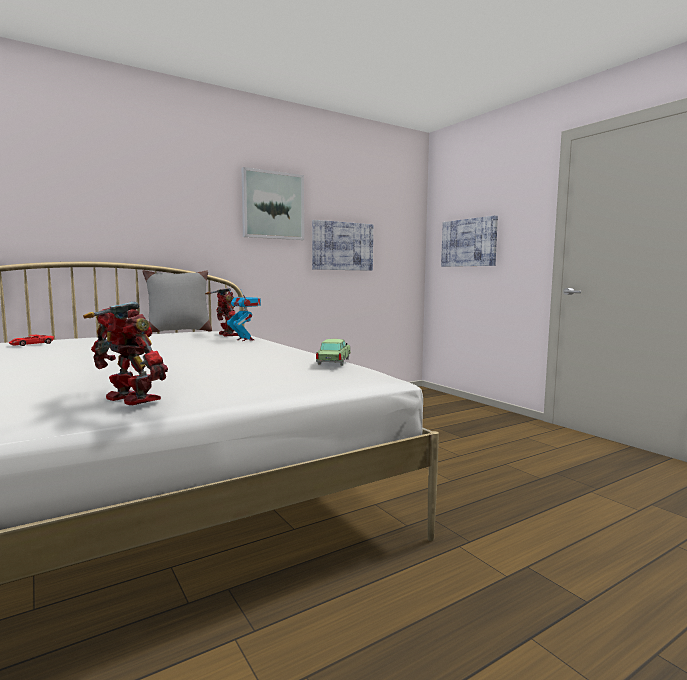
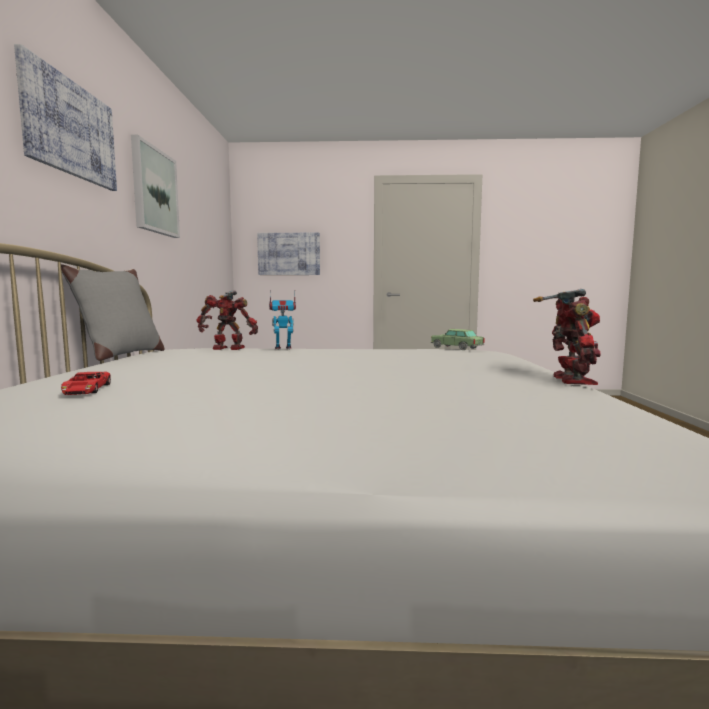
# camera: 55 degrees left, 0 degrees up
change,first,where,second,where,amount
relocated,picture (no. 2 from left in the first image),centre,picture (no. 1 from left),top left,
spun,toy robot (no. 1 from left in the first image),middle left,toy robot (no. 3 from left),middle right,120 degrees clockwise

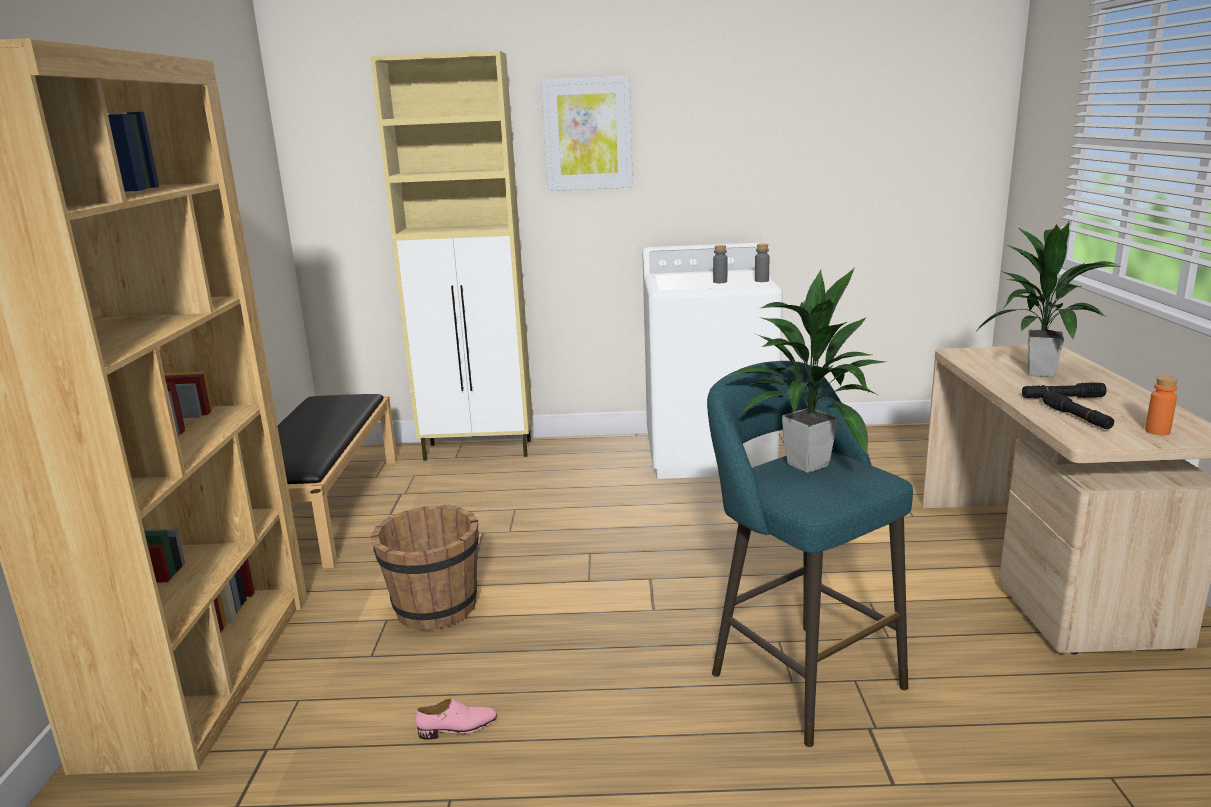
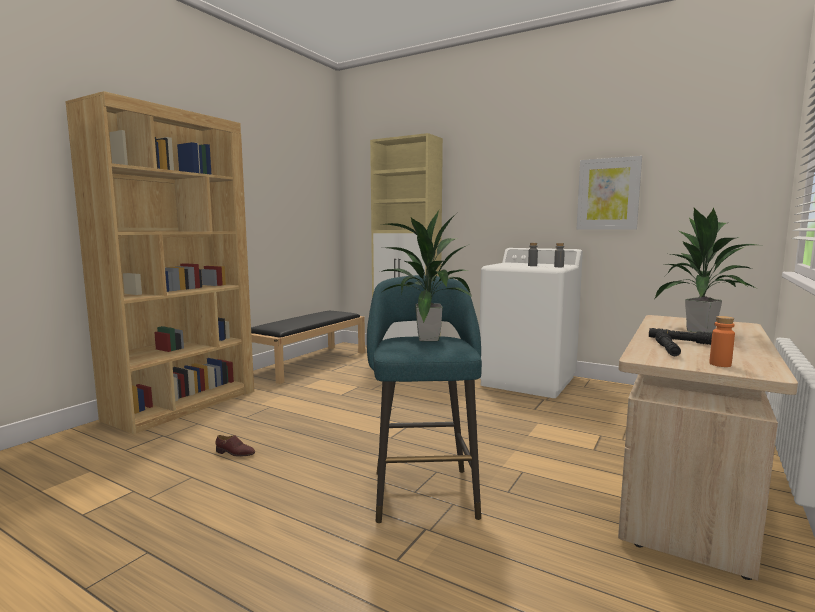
# camera: 30 degrees right, 10 degrees down
change,first,where,second,where,amount
relocated,picture,top centre,,top right,
missing,water bucket (brown),bottom centre,,,
colour,shoe (pinkish),bottom centre,shoe (brown),bottom left,

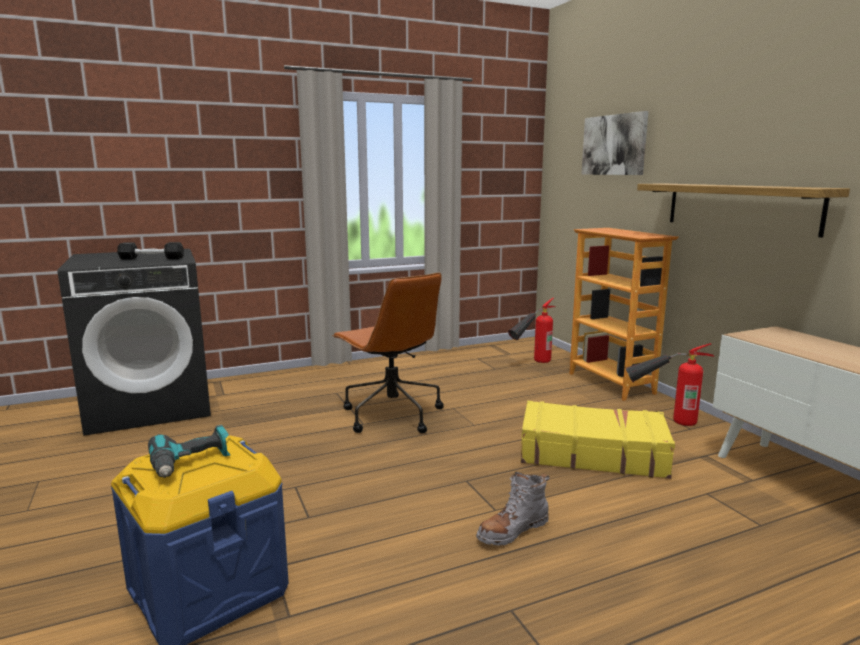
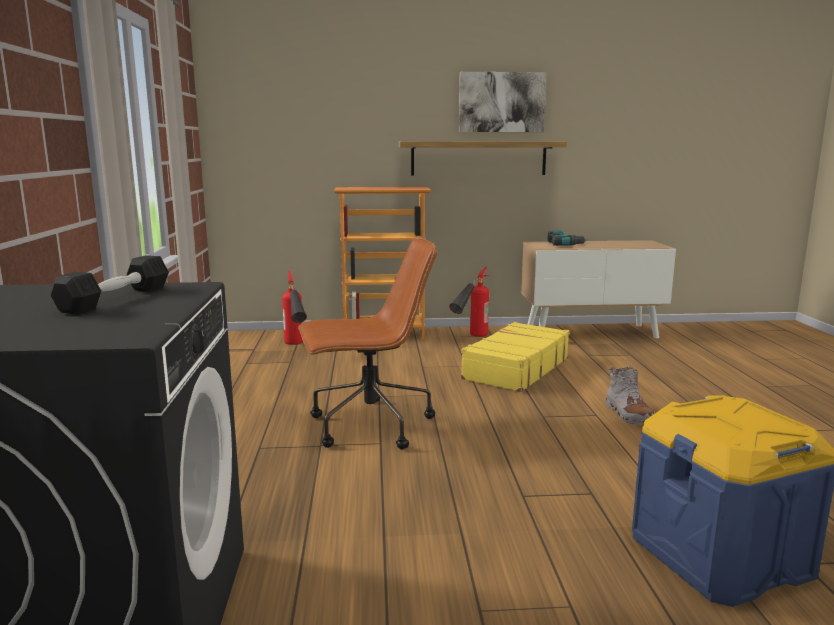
# camera: 70 degrees left, 0 degrees up
change,first,where,second,where,amount
relocated,picture,top right,,top centre,
relocated,drill,bottom left,,middle right,

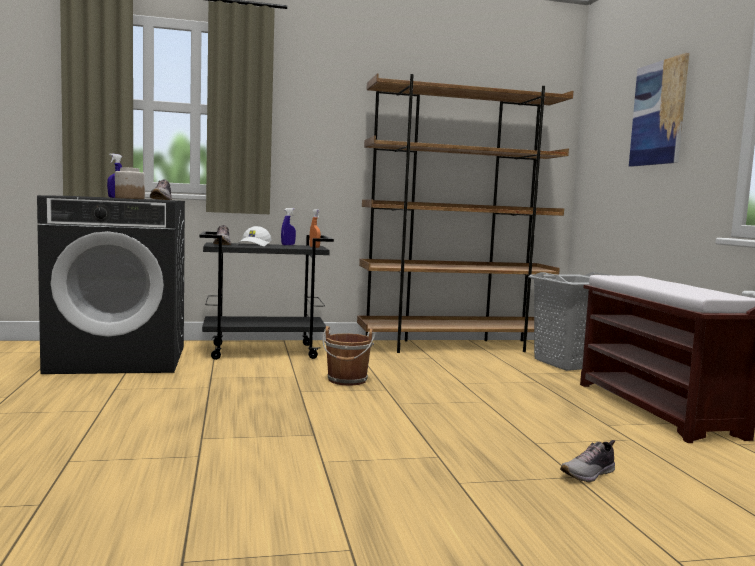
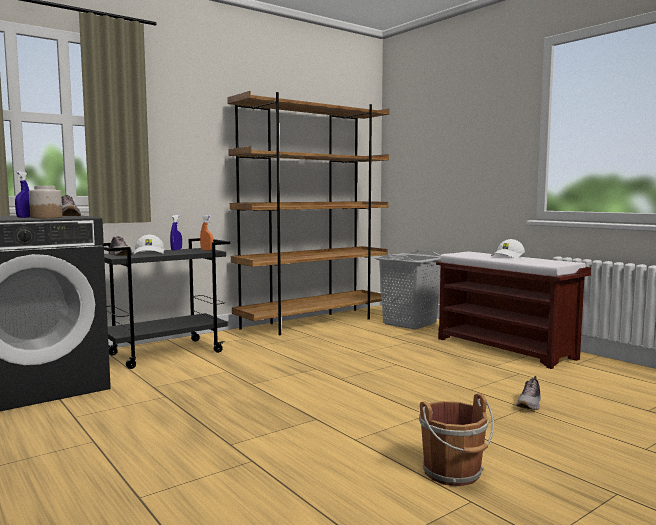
# camera: 25 degrees left, 0 degrees up
change,first,where,second,where,amount
missing,picture,top right,,,
relocated,water bucket (brown),centre,,bottom right,
appeared,,,cap (whitish) (no. 2 from left),middle right,

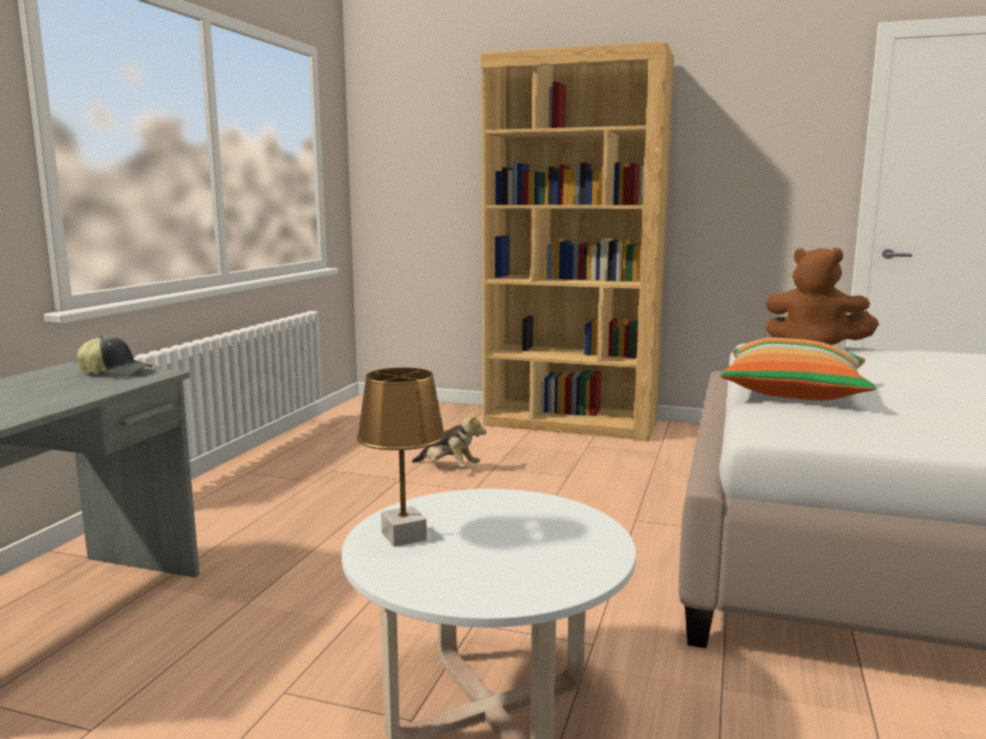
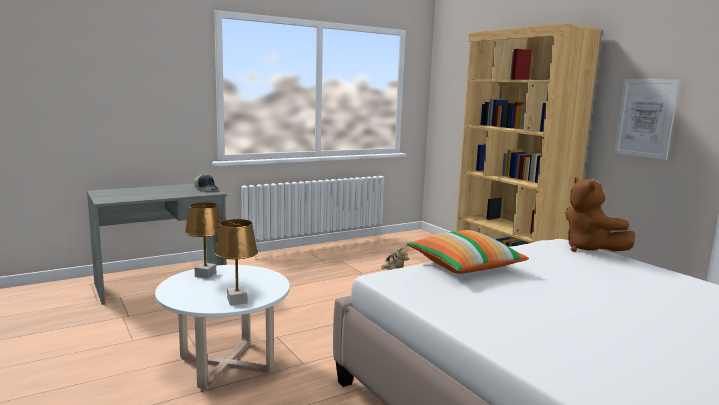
# camera: 40 degrees right, 0 degrees up
change,first,where,second,where,amount
appeared,,,picture,top right,
appeared,,,lamp for a table (brown) (no. 2 from left),middle left,

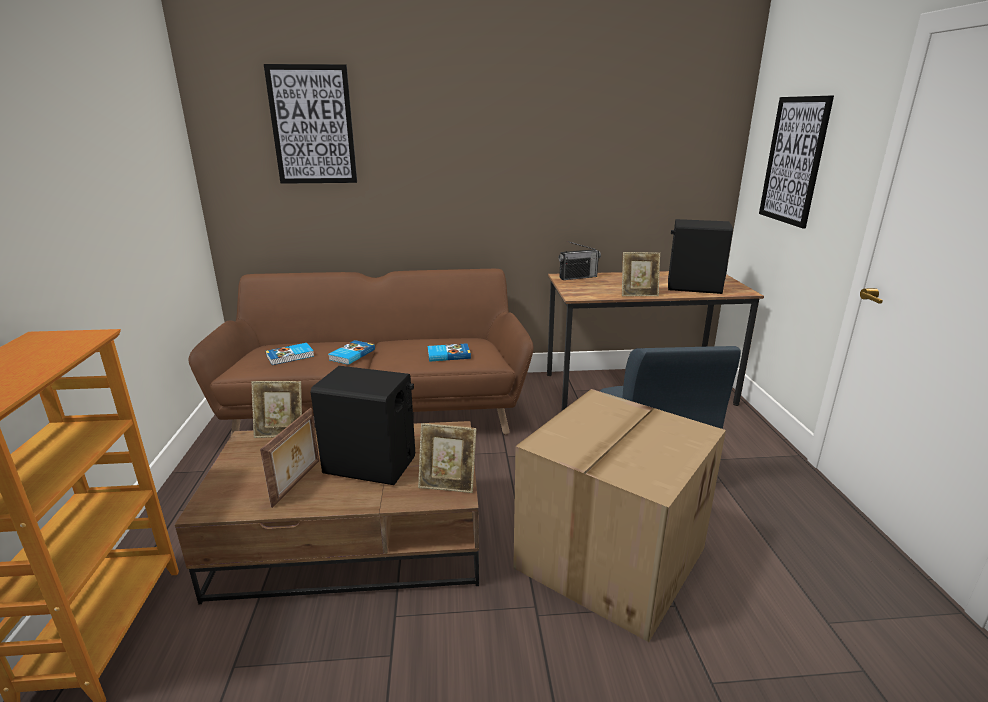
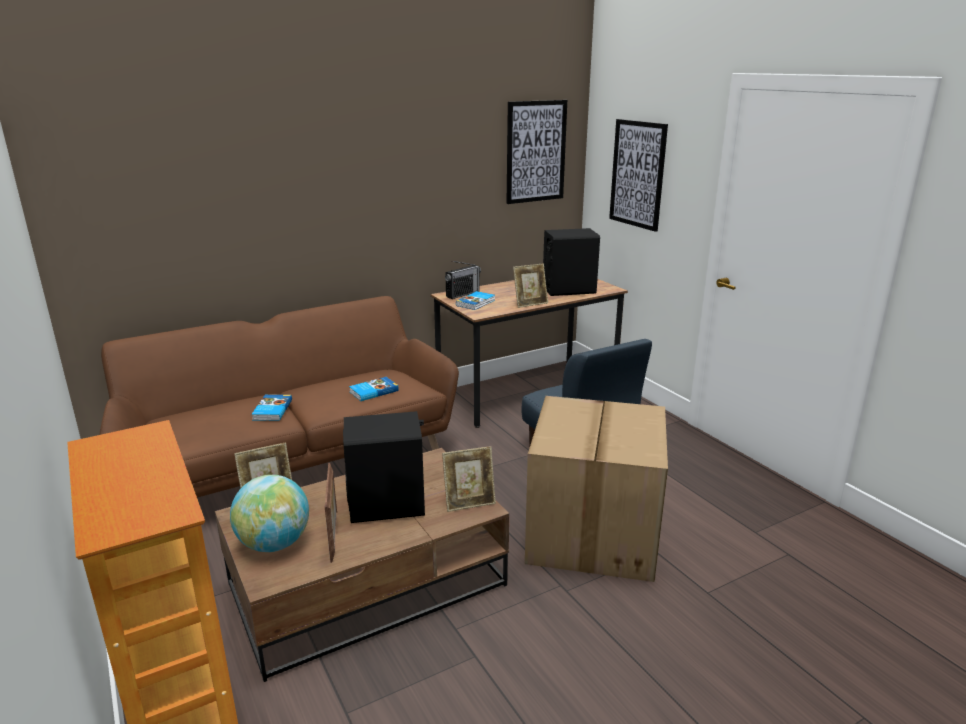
# camera: 25 degrees left, 0 degrees up
change,first,where,second,where,amount
relocated,picture (no. 1 from left),top left,,top centre,
relocated,volume (no. 1 from left in the first image),middle left,volume (no. 3 from left),centre,
appeared,,,world globe,bottom left,

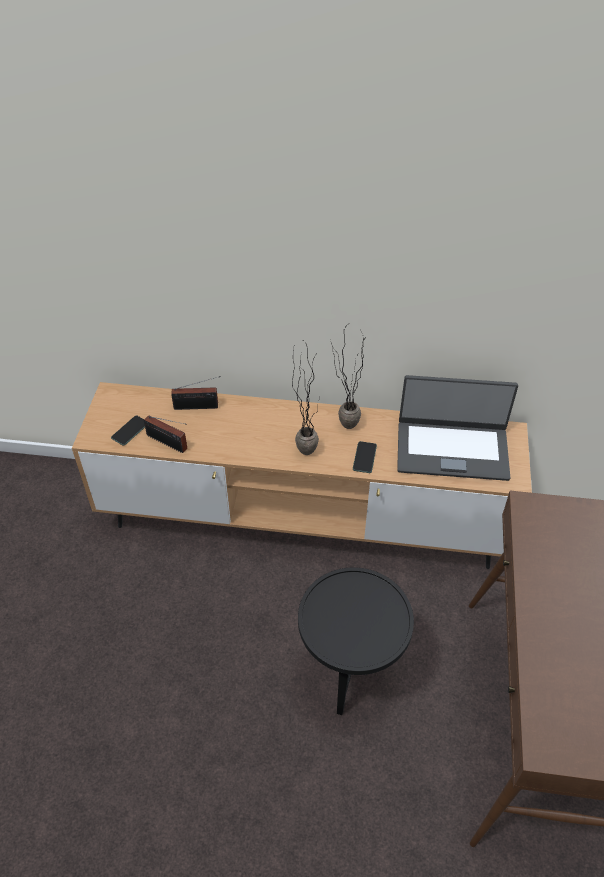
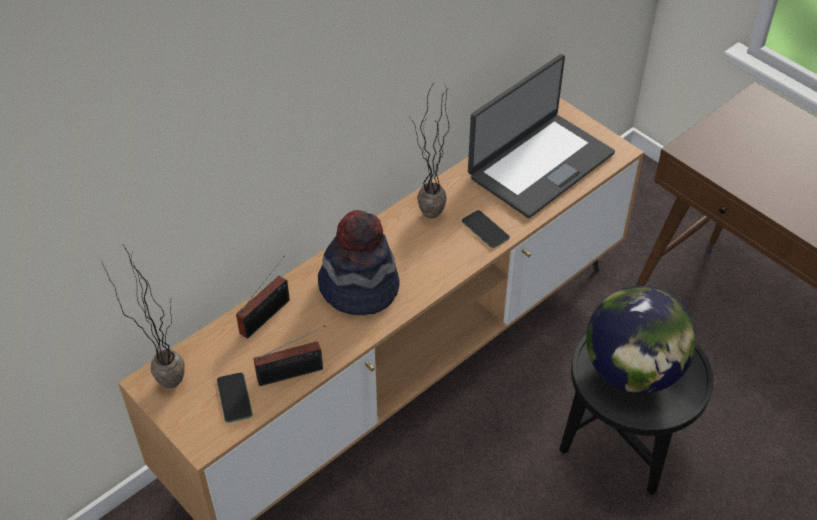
# camera: 50 degrees left, 0 degrees up
change,first,where,second,where,amount
relocated,plant in a pot (no. 1 from left),centre,,middle left,
appeared,,,hat,centre,
appeared,,,world globe,middle right,

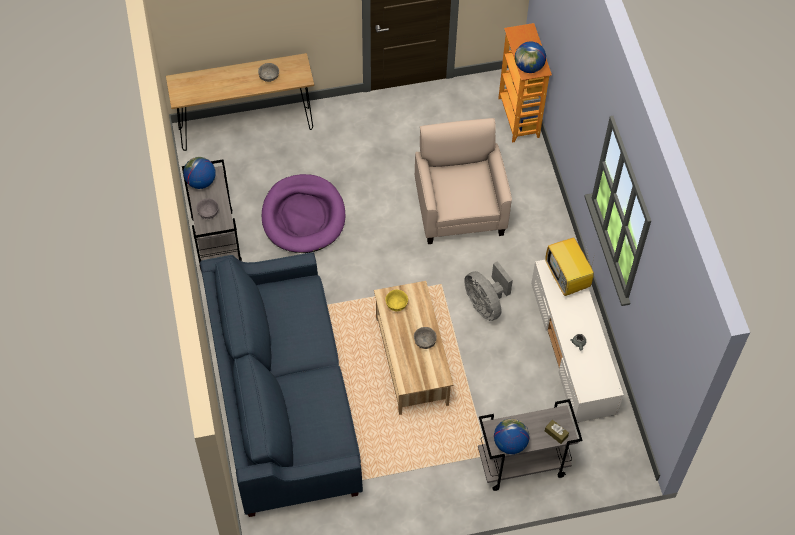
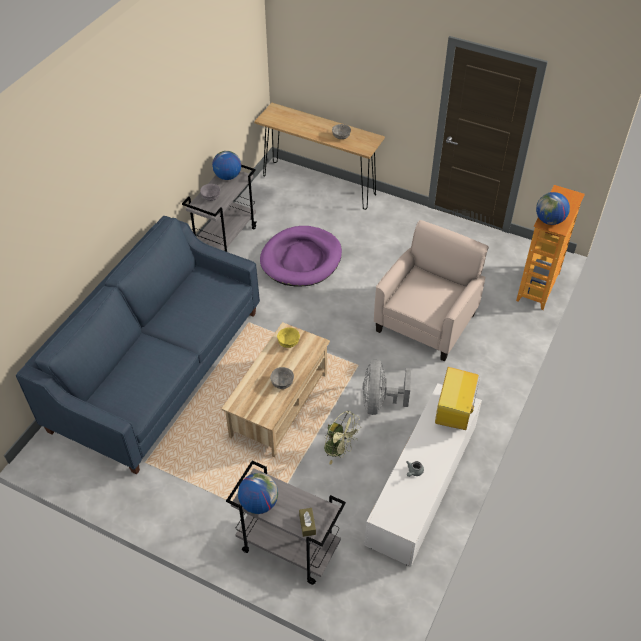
# camera: 40 degrees right, 10 degrees down
change,first,where,second,where,amount
appeared,,,cooling fan (greenish),bottom centre,

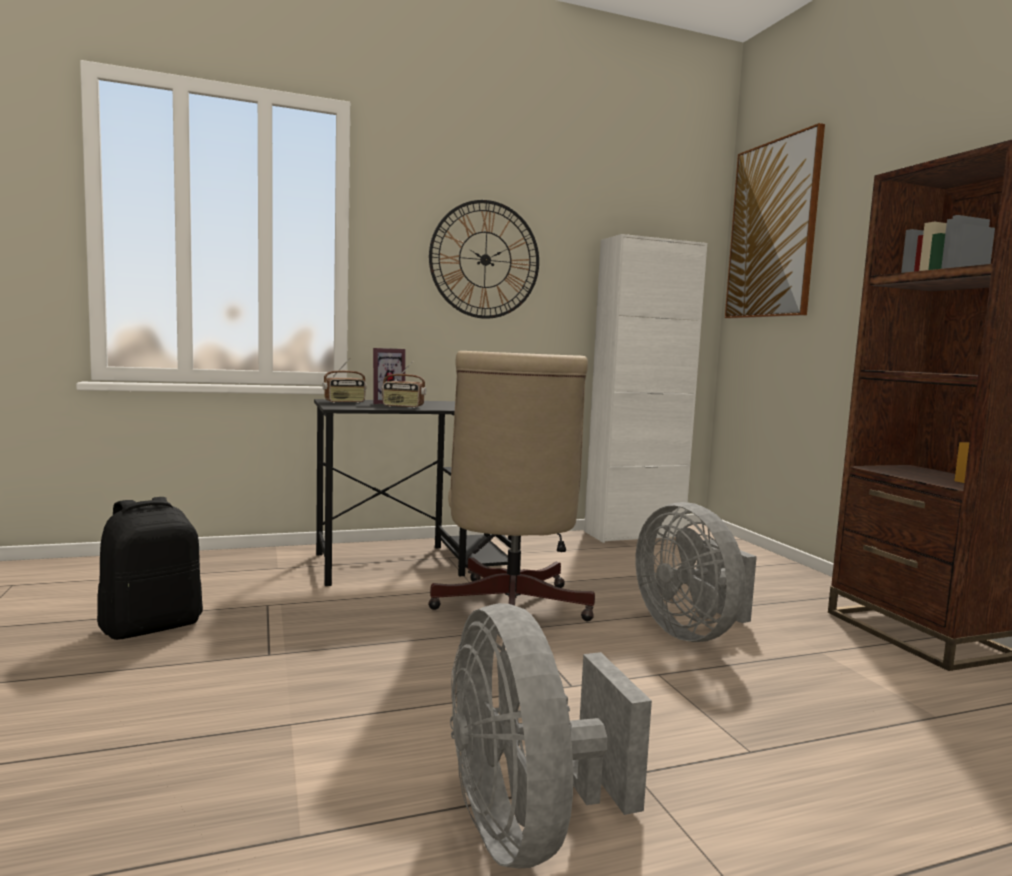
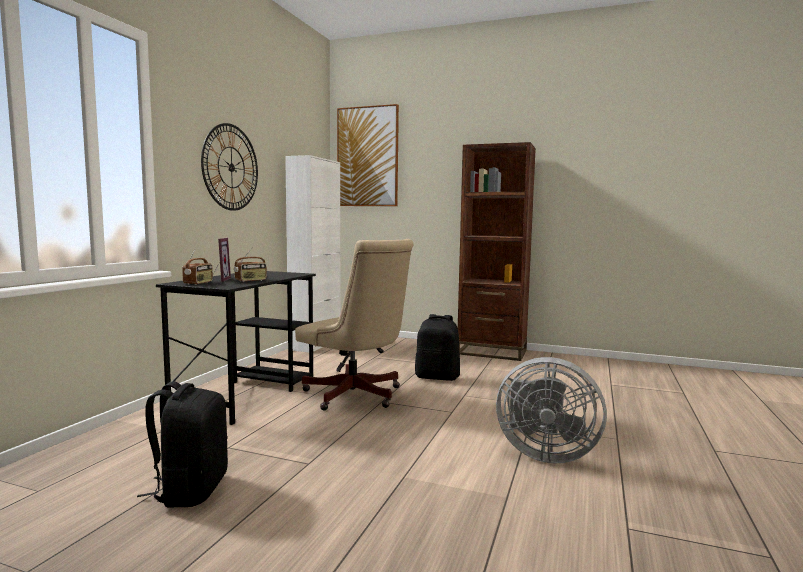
# camera: 50 degrees left, 0 degrees up
change,first,where,second,where,amount
exchanged,cooling fan (gray) (no. 2 from left),middle right,backpack (blackish) (no. 2 from left),centre,

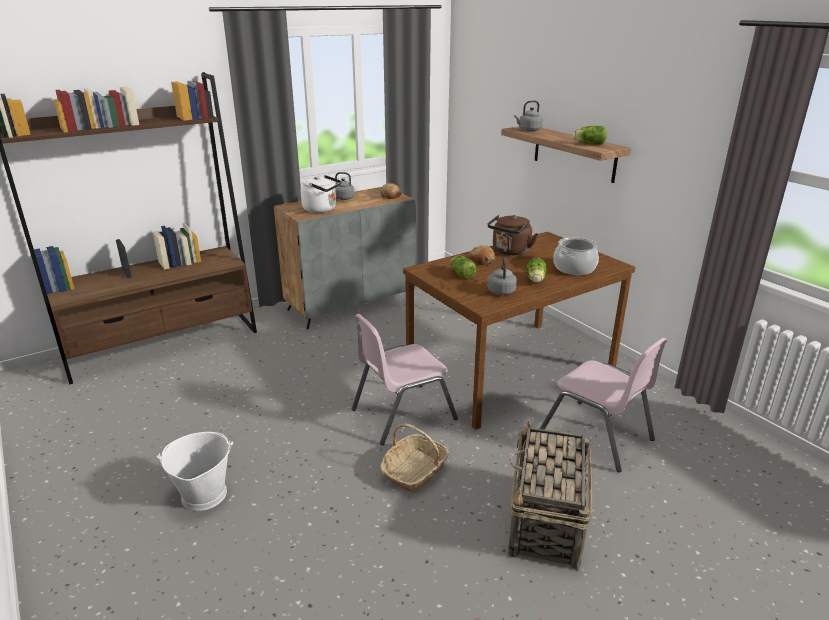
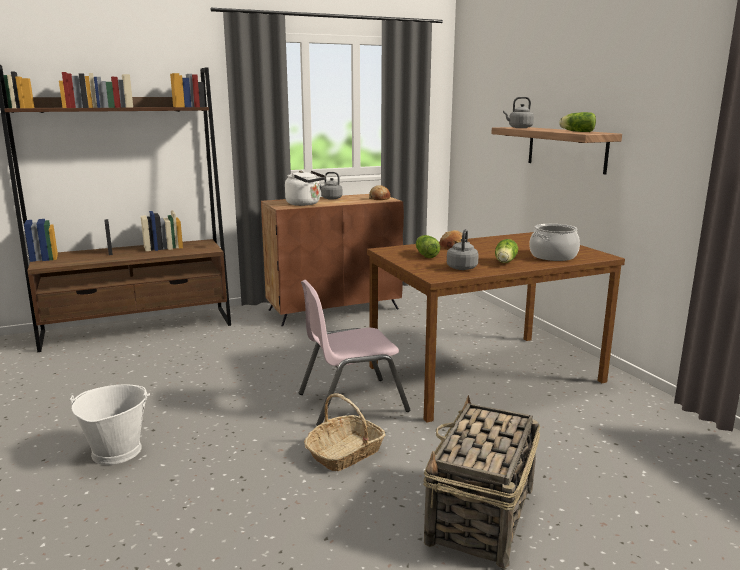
# camera: 10 degrees right, 10 degrees down
change,first,where,second,where,amount
colour,cabinet (gray),centre,cabinet (brown),centre,
missing,water kettle (brown),centre,,,
missing,chair (pinkish) (no. 2 from left),middle right,,,

